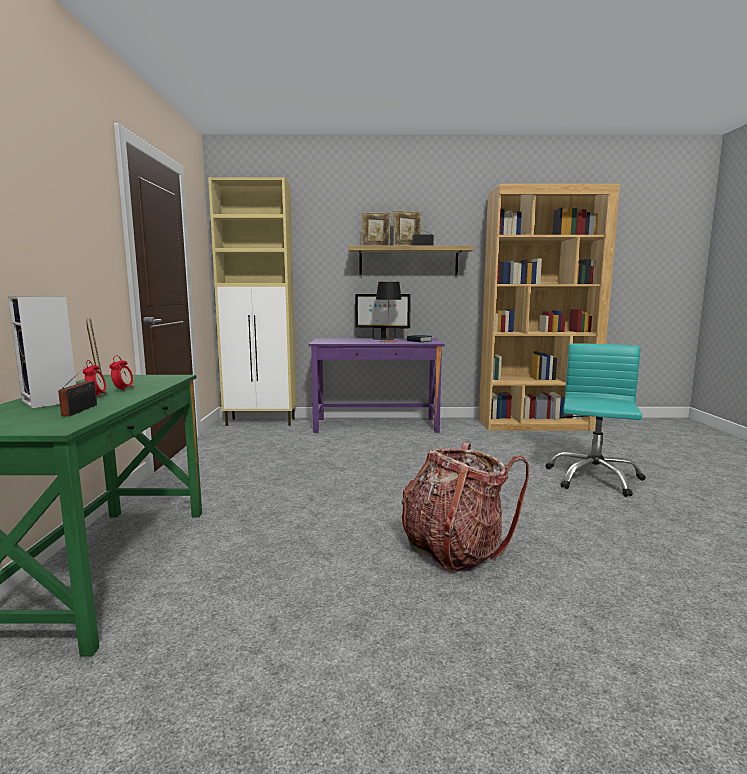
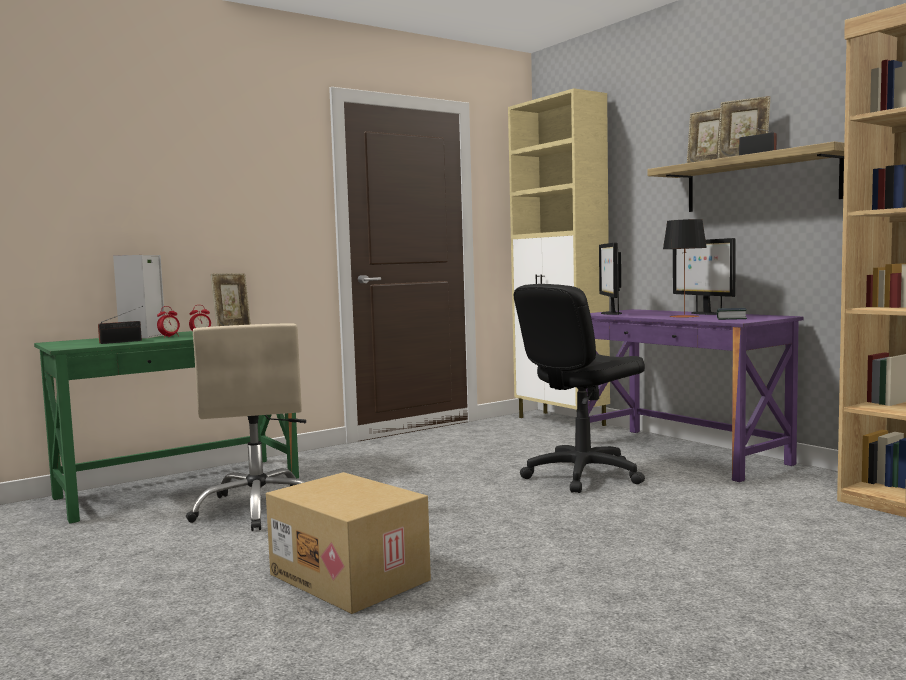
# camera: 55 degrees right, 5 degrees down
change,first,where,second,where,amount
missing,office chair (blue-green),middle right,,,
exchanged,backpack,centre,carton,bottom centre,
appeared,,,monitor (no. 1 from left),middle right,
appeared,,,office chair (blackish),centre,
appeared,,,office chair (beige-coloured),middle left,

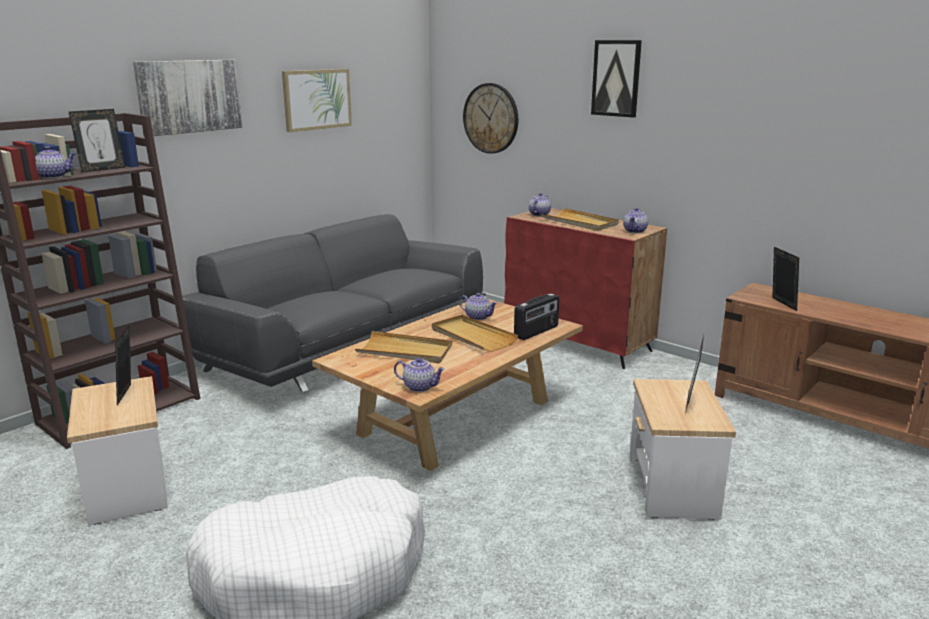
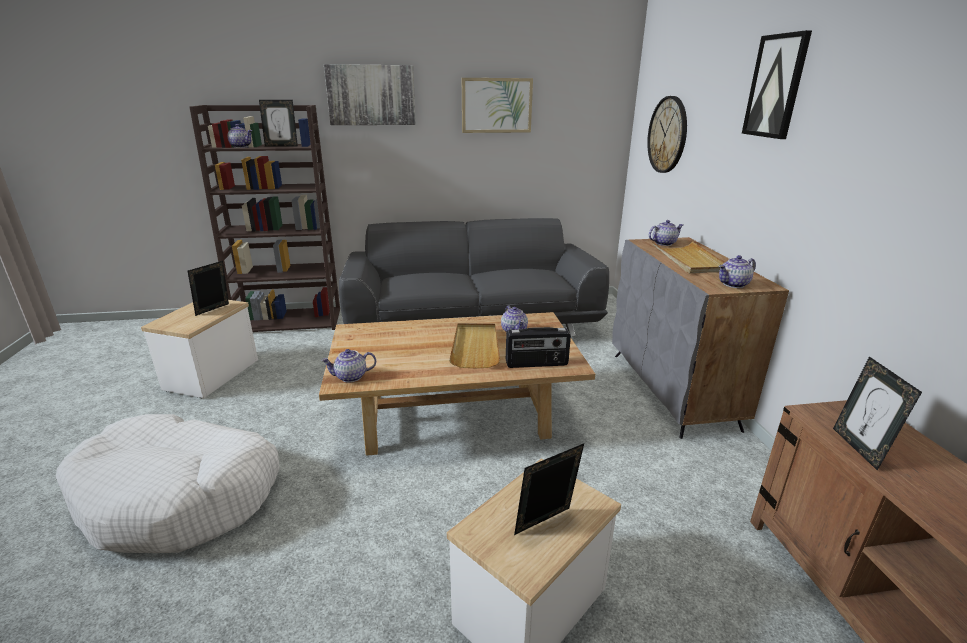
# camera: 40 degrees right, 5 degrees up
change,first,where,second,where,amount
colour,cabinet (reddish),centre,cabinet (gray),middle right,
spun,photo frame (no. 4 from left),middle right,,middle right,150 degrees clockwise
missing,serving tray (beige-coloured) (no. 1 from left),centre,,,
spun,teapot (no. 2 from left),centre,,centre,105 degrees clockwise

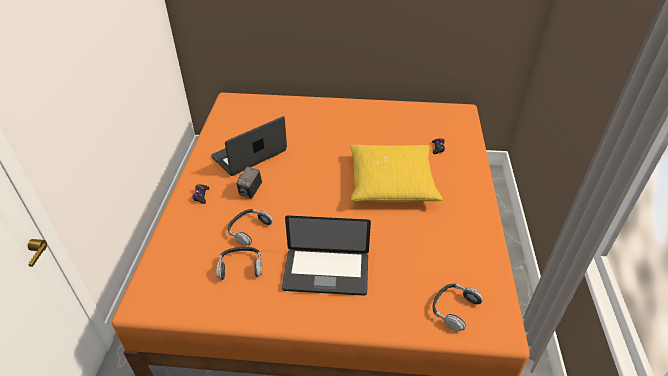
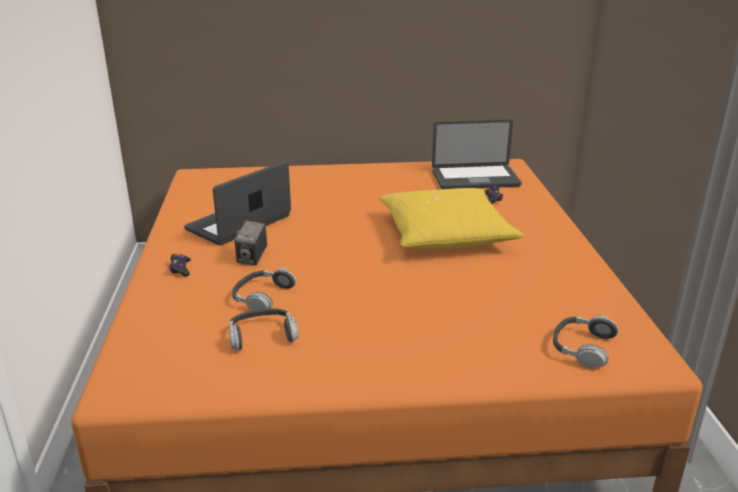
# camera: 10 degrees left, 15 degrees down
change,first,where,second,where,amount
relocated,portable computer (no. 2 from left),bottom centre,,top centre,

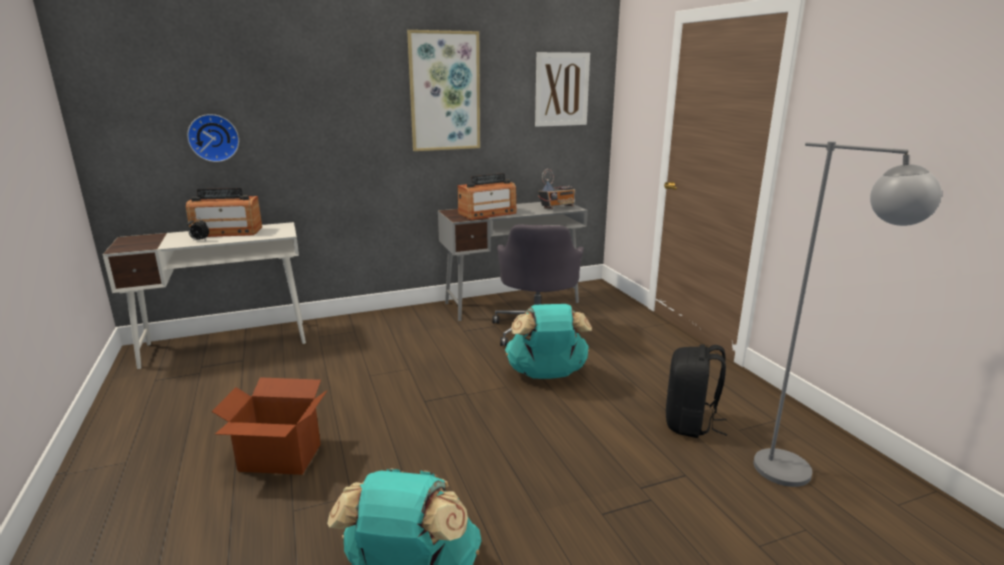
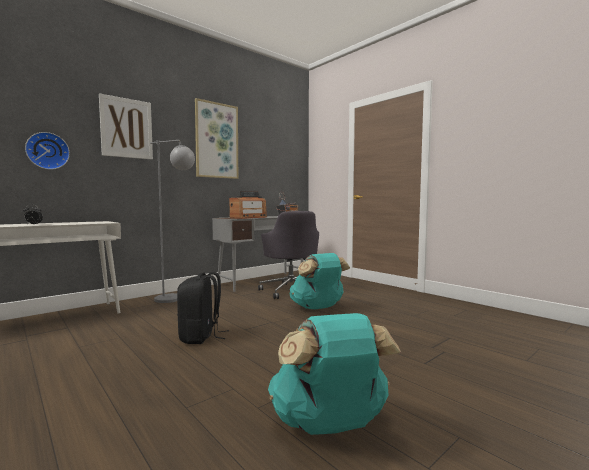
# camera: 20 degrees left, 15 degrees down
change,first,where,second,where,amount
relocated,picture (no. 2 from left in the first image),top centre,picture (no. 1 from left),top left,
relocated,standing lamp (gray),middle right,,middle left,
missing,radio (no. 1 from left),middle left,,,
relocated,backpack (blackish),bottom right,,centre,
missing,carton,bottom left,,,

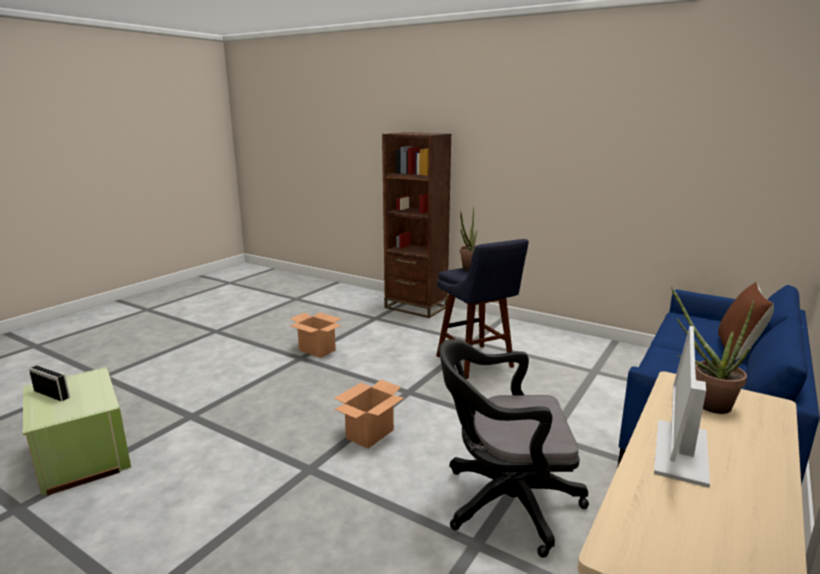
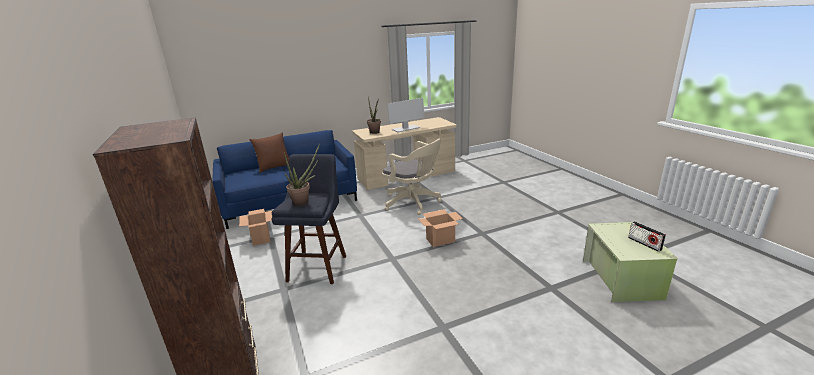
# camera: 145 degrees left, 5 degrees up
change,first,where,second,where,amount
relocated,carton (no. 1 from left),centre,,middle left,
colour,office chair (blackish),bottom centre,office chair (beige-coloured),centre,

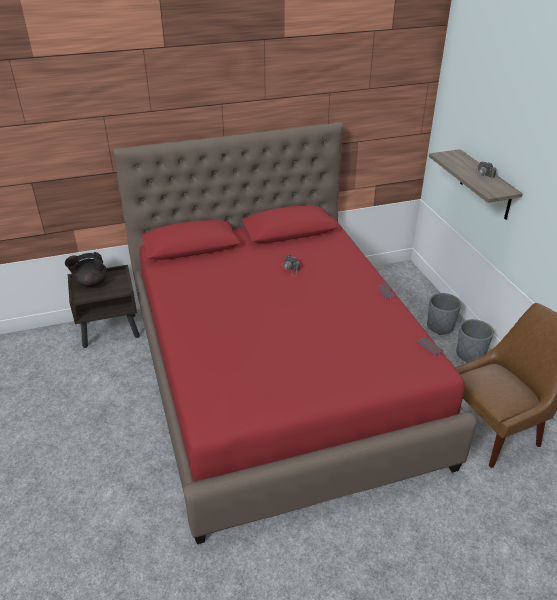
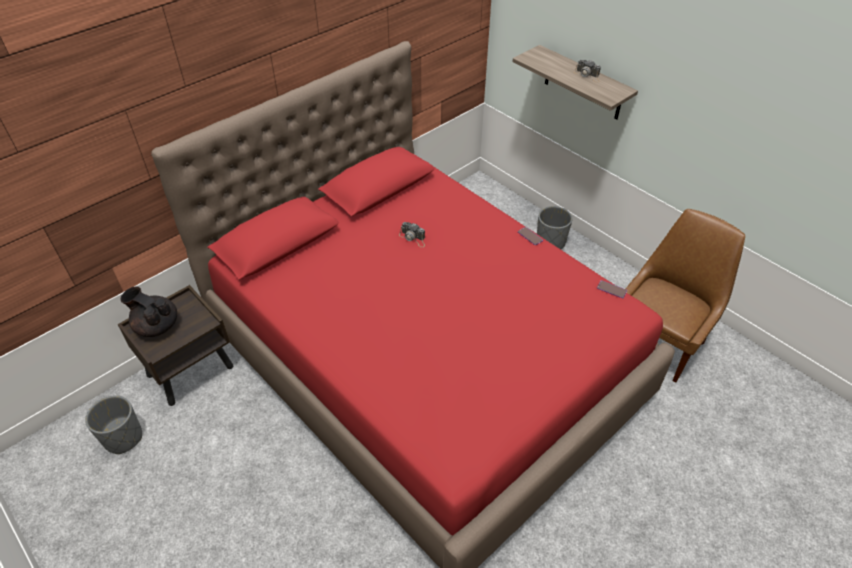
# camera: 25 degrees left, 10 degrees up
change,first,where,second,where,amount
spun,teapot (blackish),middle left,,middle left,75 degrees clockwise
relocated,planter (gray) (no. 2 from left in the first image),middle right,planter (gray) (no. 1 from left),bottom left,

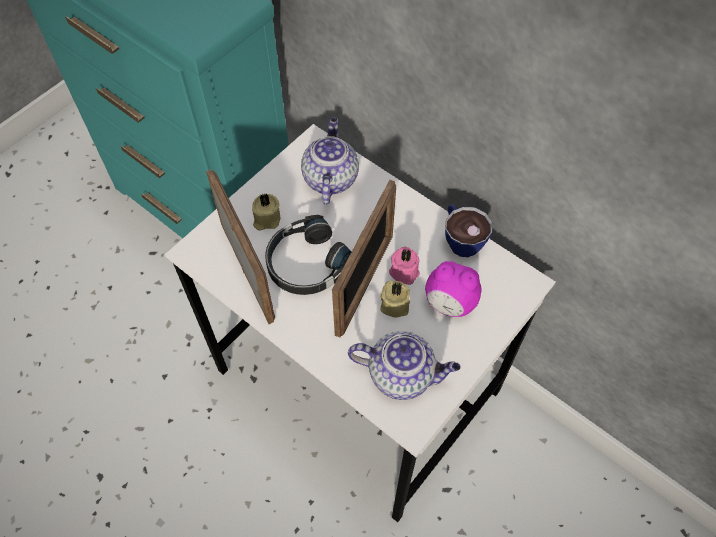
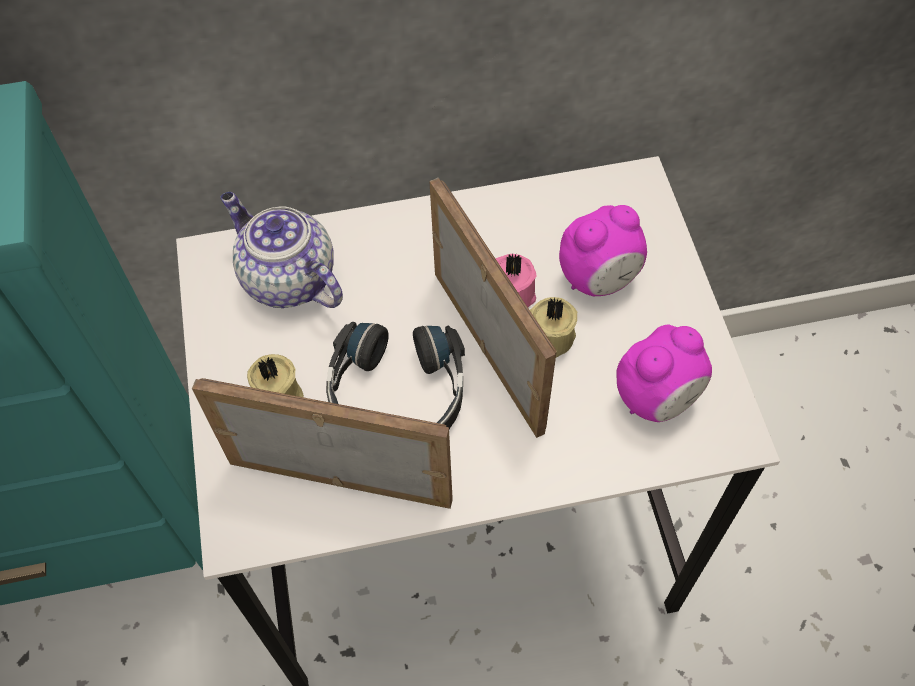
# camera: 50 degrees left, 0 degrees up
change,first,where,second,where,amount
missing,drinking cup,centre,,,
exchanged,teapot (no. 2 from left),bottom centre,alarm clock (no. 2 from left),middle right,

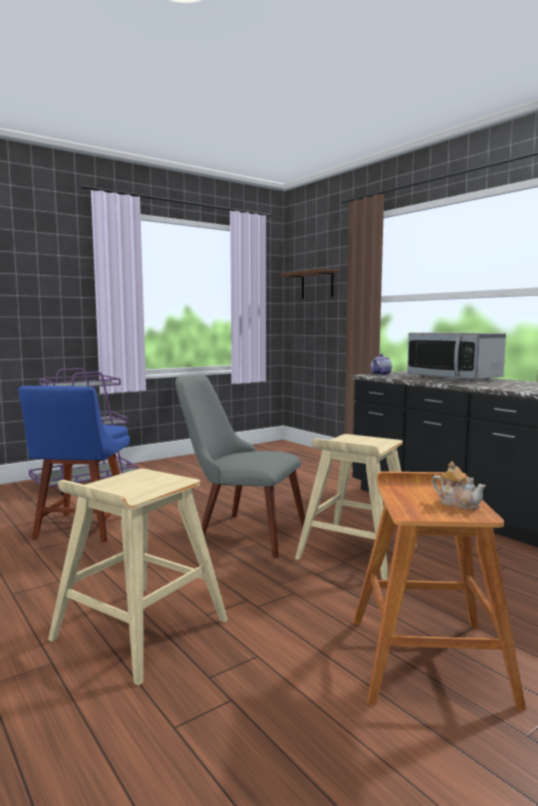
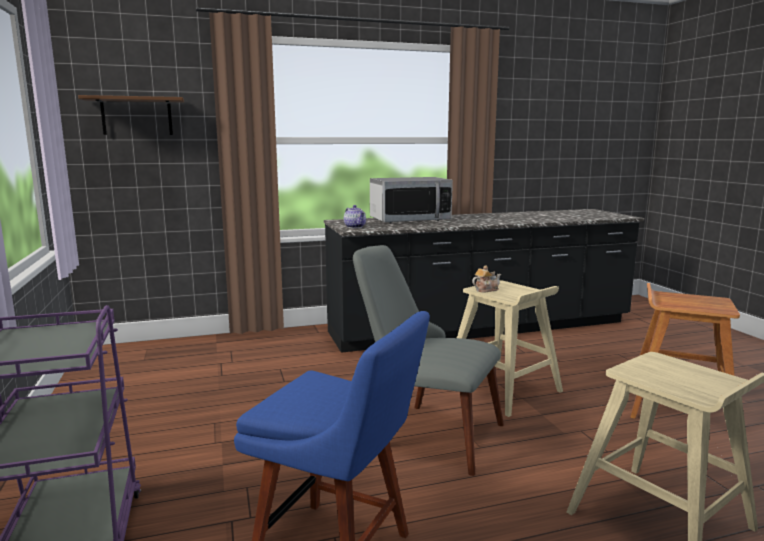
# camera: 70 degrees left, 5 degrees up
change,first,where,second,where,amount
spun,chair (gray),centre,,centre,75 degrees clockwise
relocated,teapot (no. 2 from left),middle right,,centre,

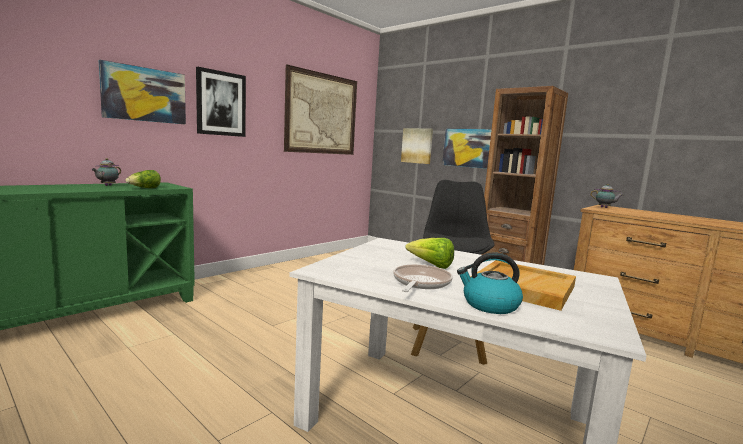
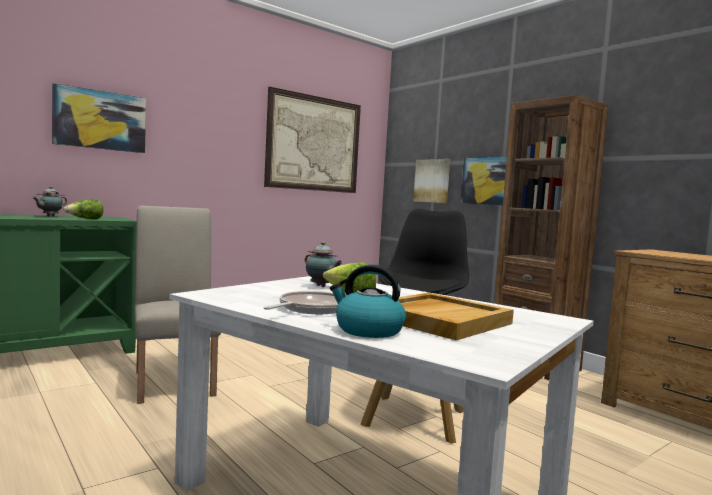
# camera: 10 degrees right, 5 degrees down
change,first,where,second,where,amount
missing,picture (no. 2 from left),top left,,,
relocated,teapot (no. 2 from left),middle right,,centre,
appeared,,,chair (beige-coloured),middle left,

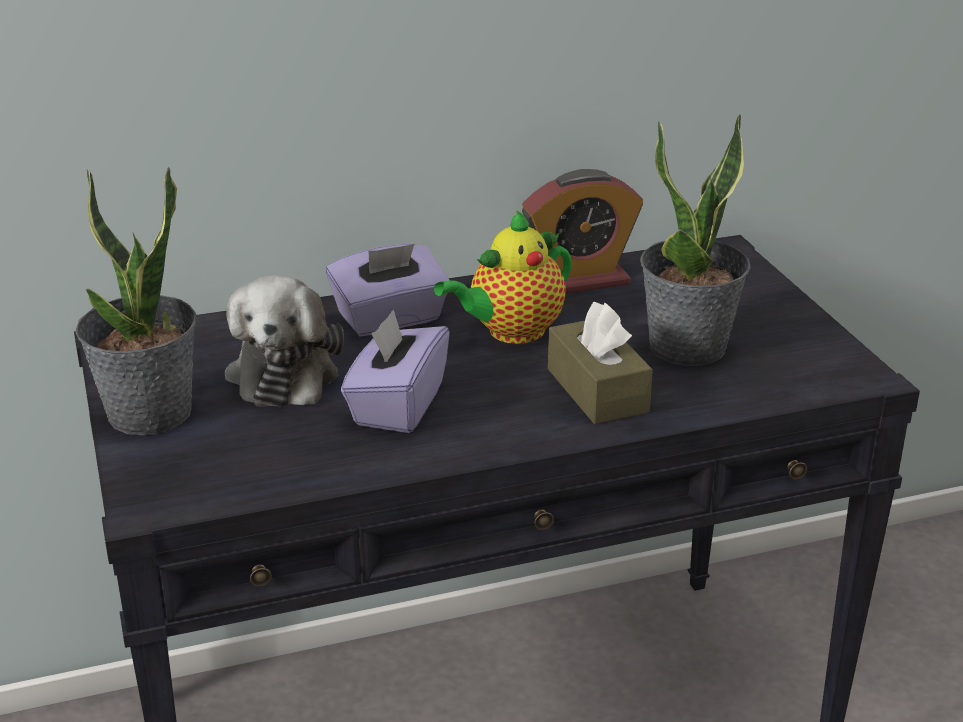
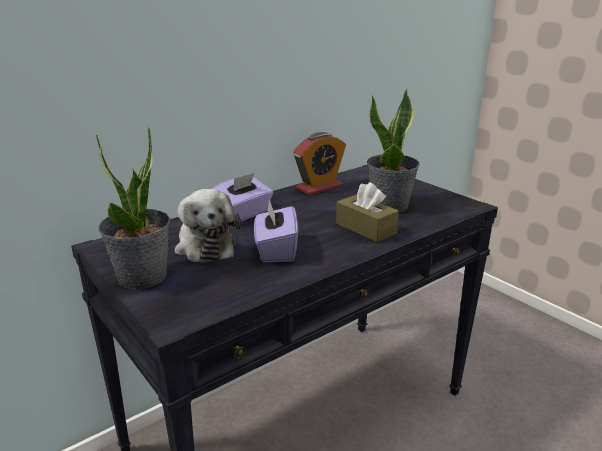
# camera: 20 degrees left, 5 degrees down
change,first,where,second,where,amount
missing,teapot,centre,,,

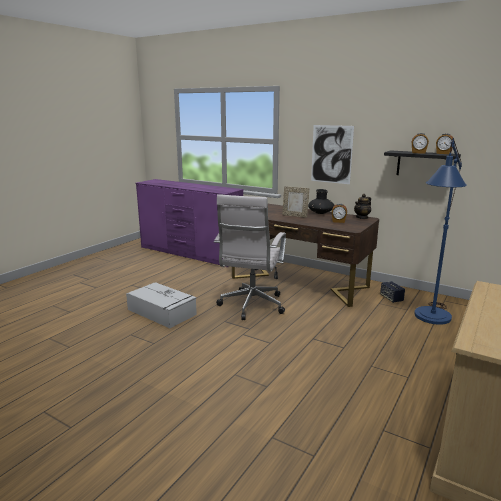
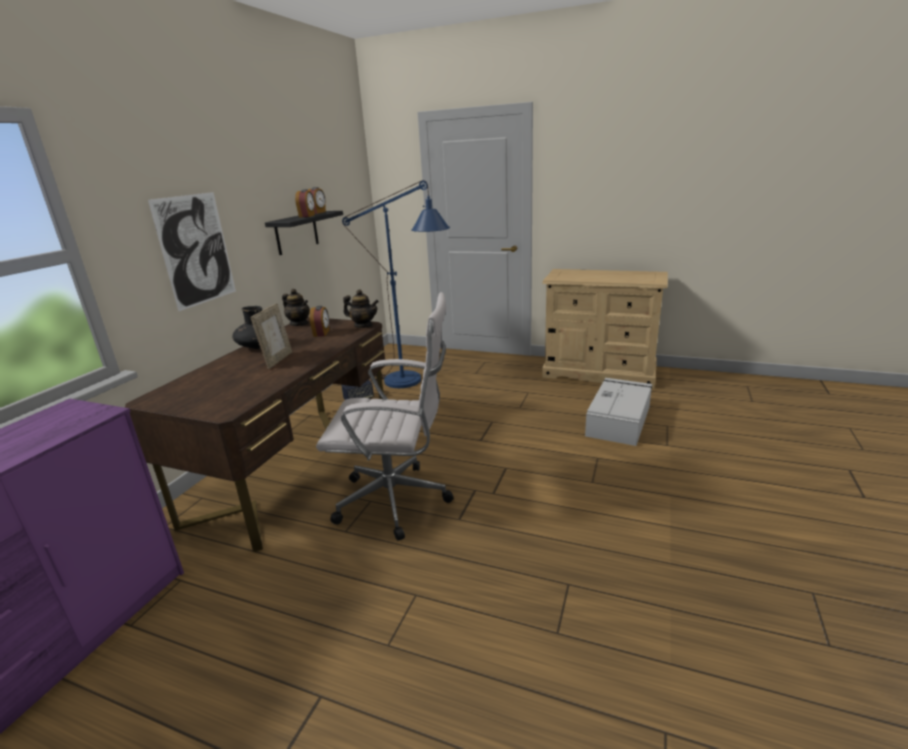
# camera: 100 degrees left, 5 degrees up
change,first,where,second,where,amount
relocated,storage bin (gray),middle left,,middle right,
appeared,,,teapot (no. 2 from left),centre,

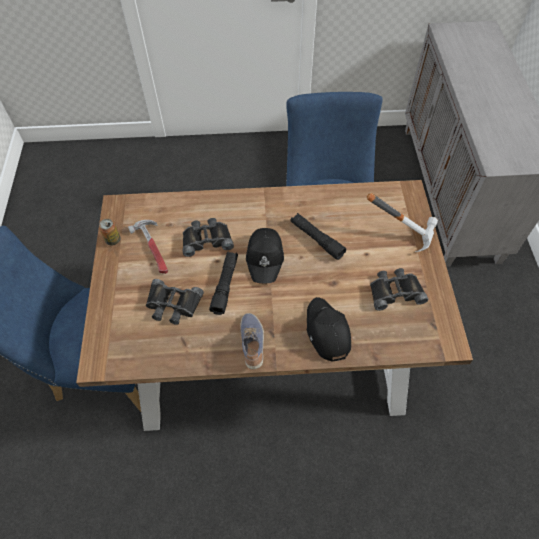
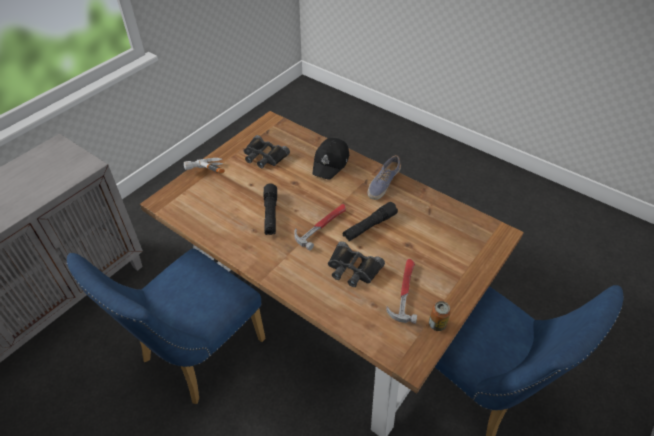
# camera: 140 degrees left, 10 degrees down
change,first,where,second,where,amount
exchanged,cap (blackish) (no. 1 from left),centre,hand hammer (no. 2 from left),centre,
missing,binoculars (blackish) (no. 1 from left),middle left,,,

